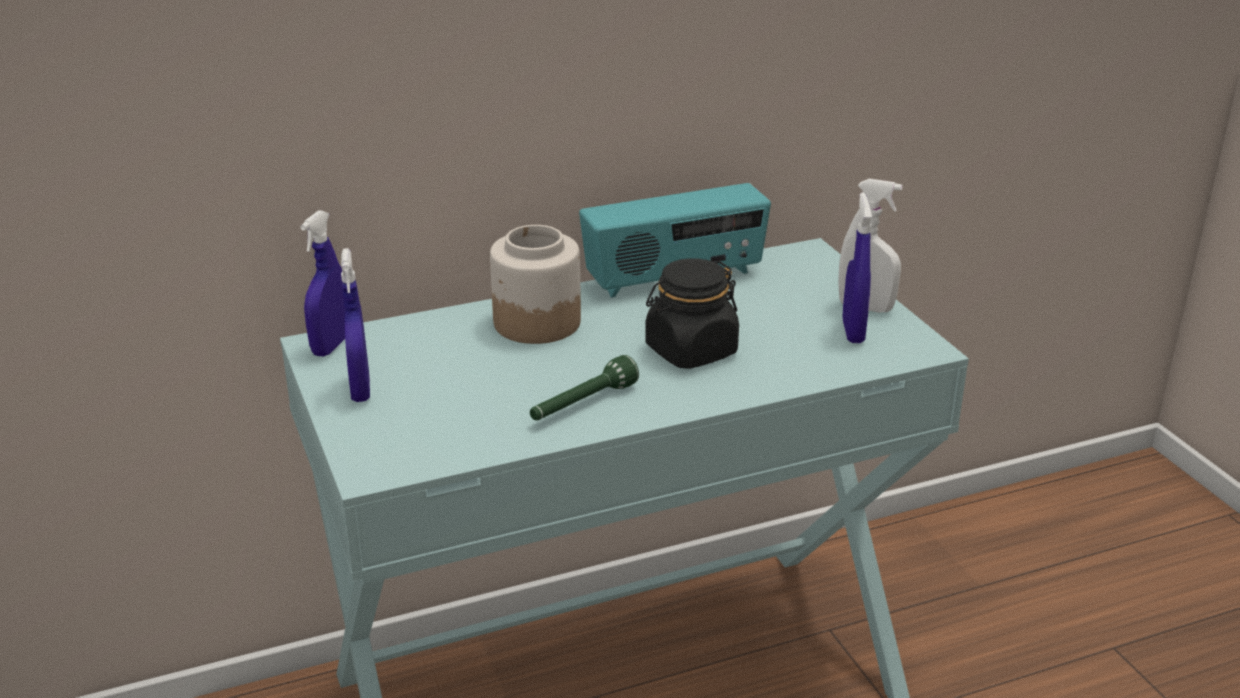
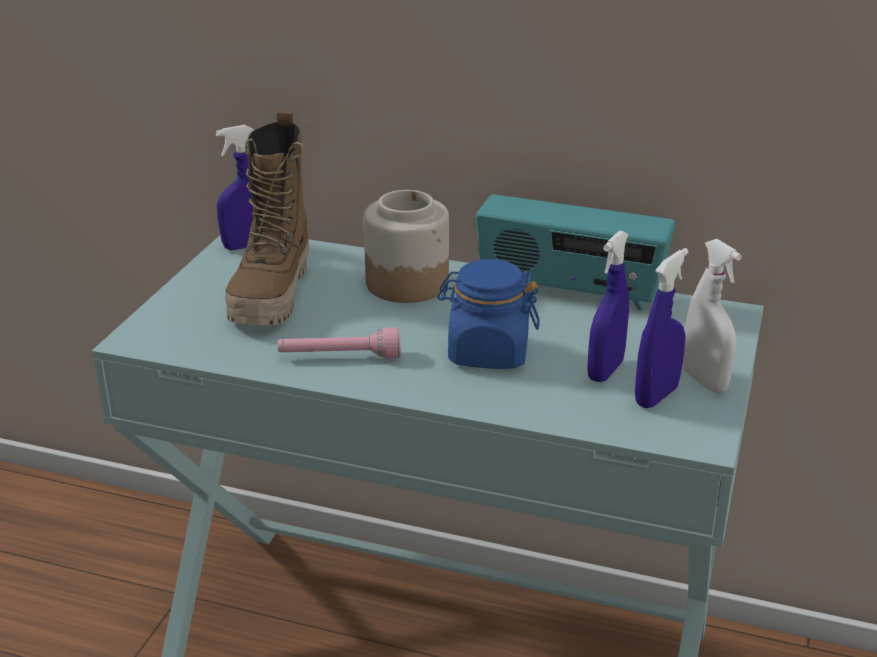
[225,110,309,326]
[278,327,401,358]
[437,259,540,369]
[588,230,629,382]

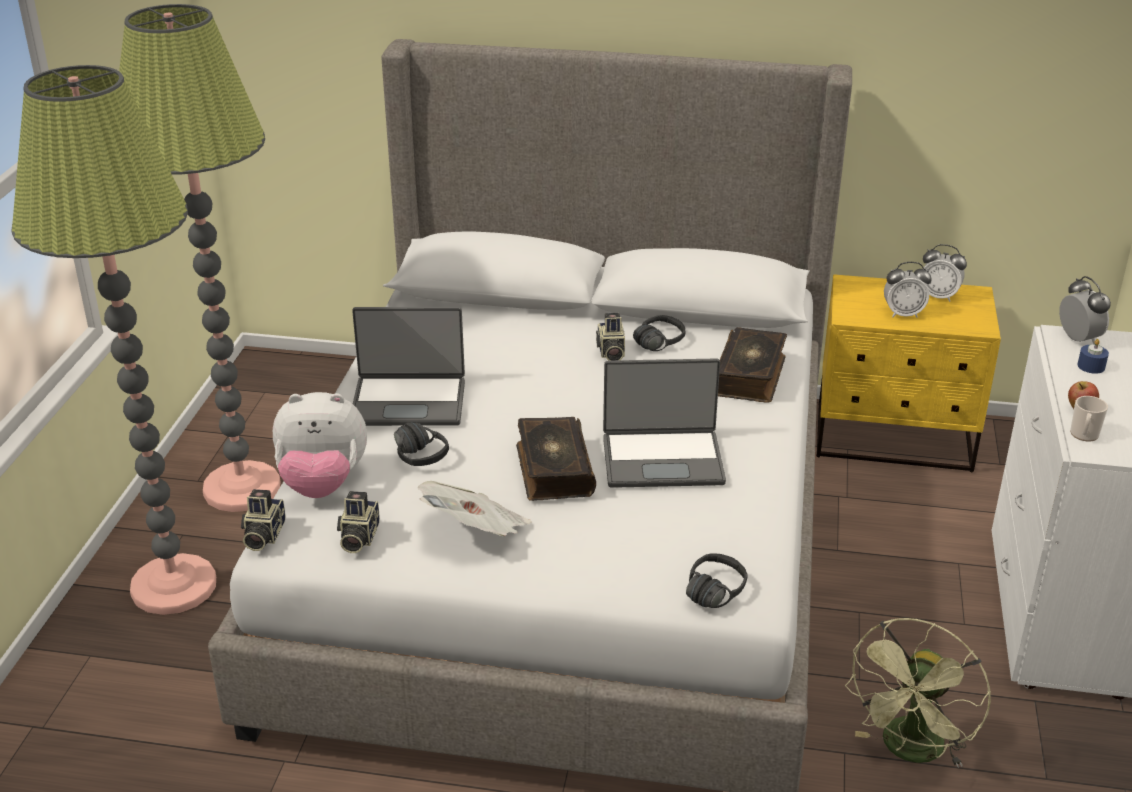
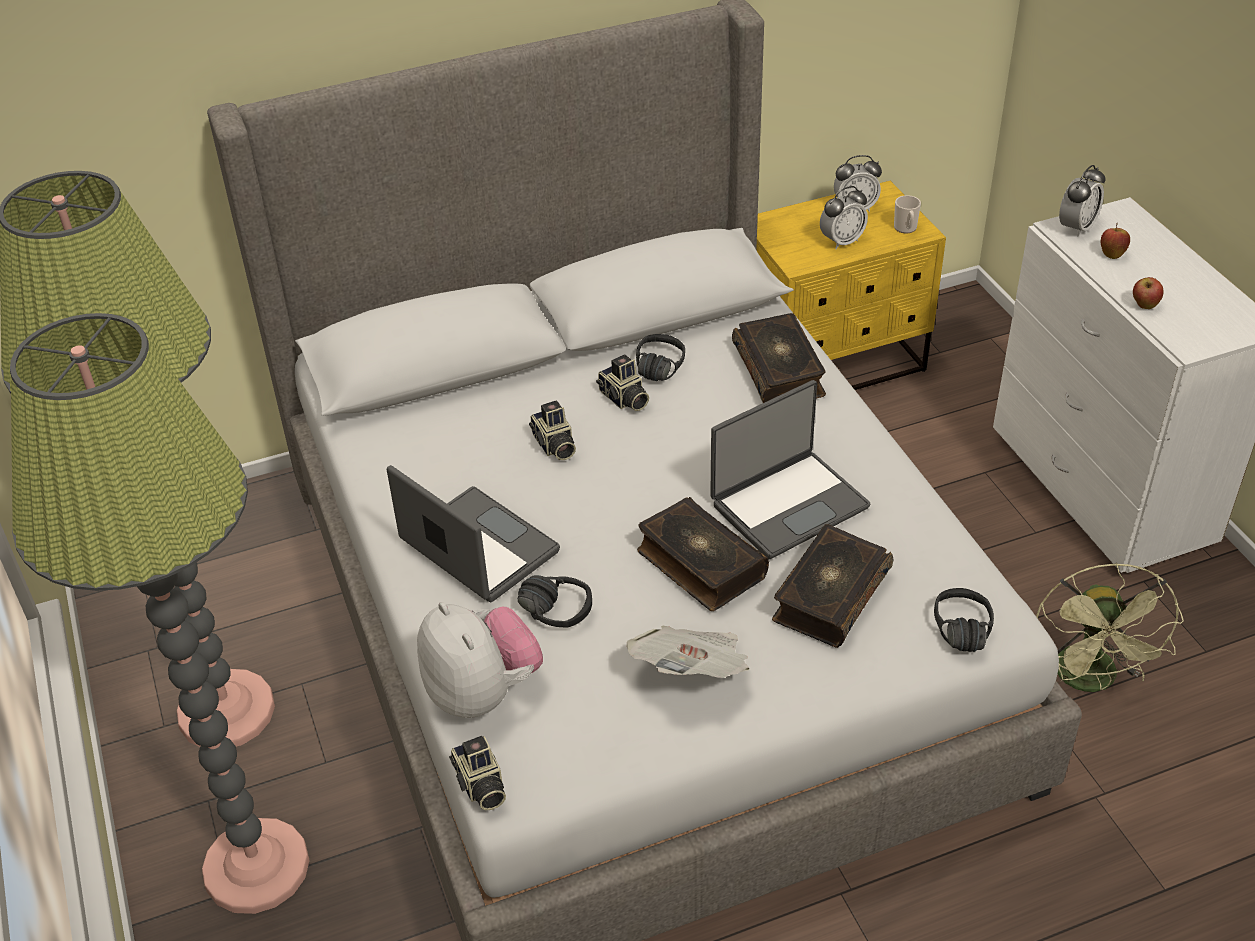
[387,465,560,602]
[417,602,543,718]
[529,400,576,460]
[772,524,893,648]
[894,195,921,233]
[1059,165,1105,237]
[1101,223,1130,259]

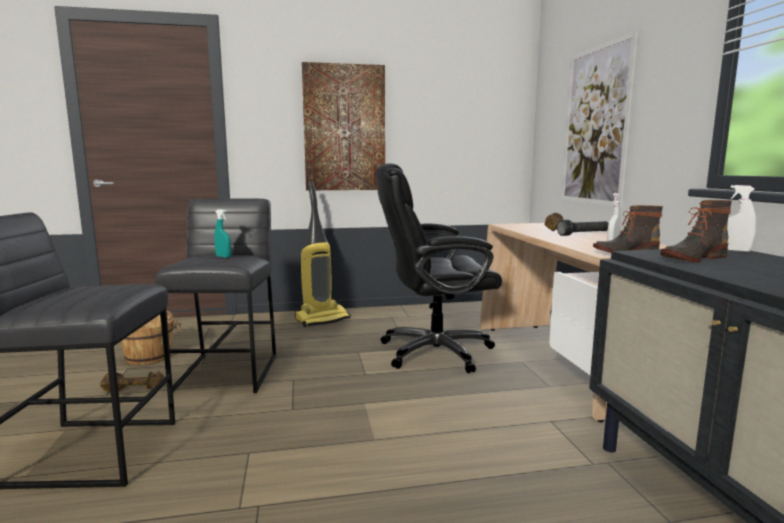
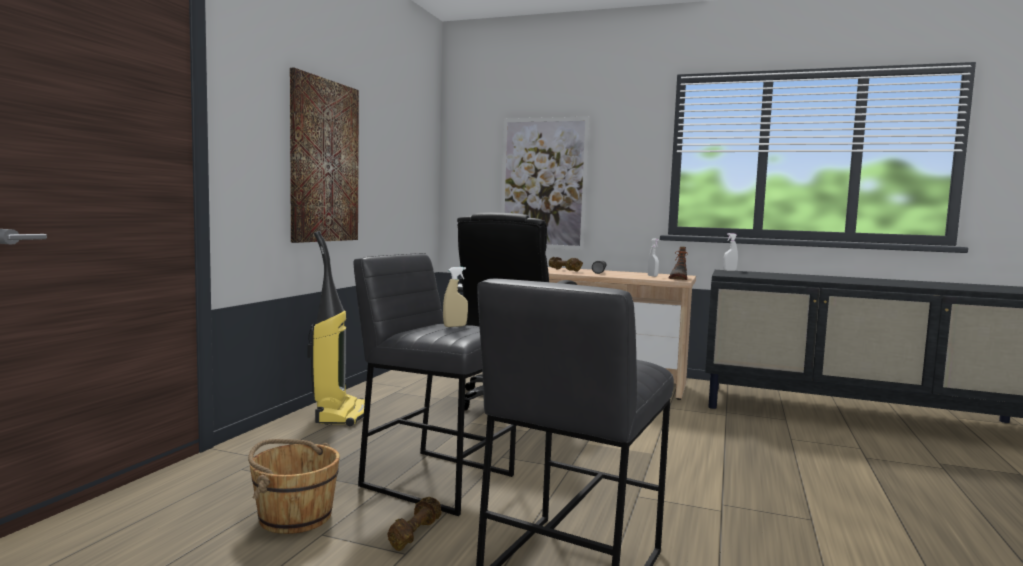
[443,267,468,327]
[661,200,732,263] (first image)

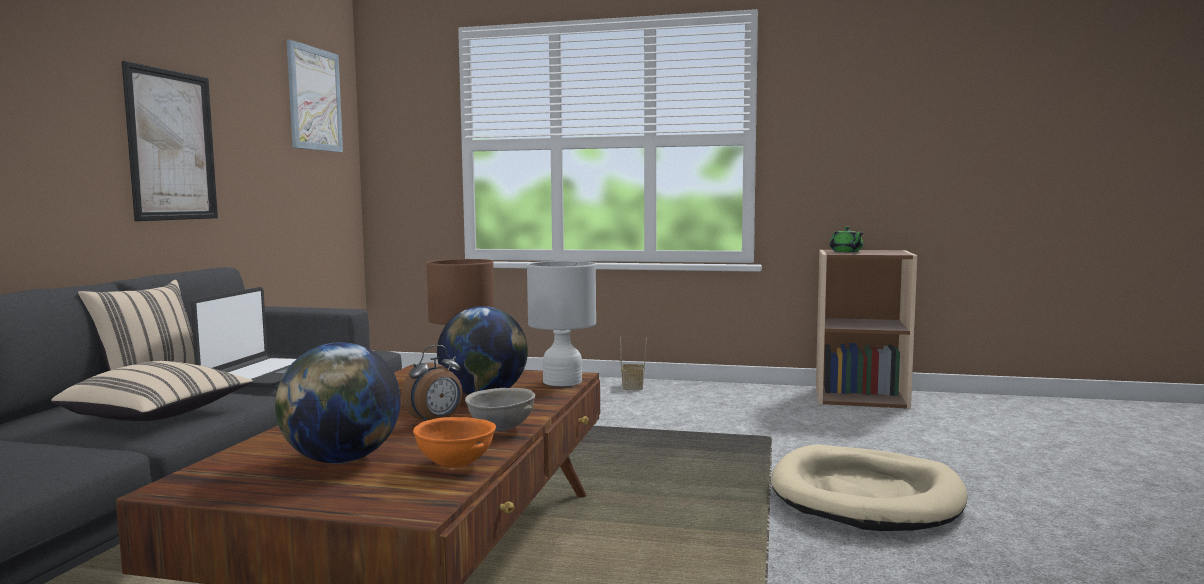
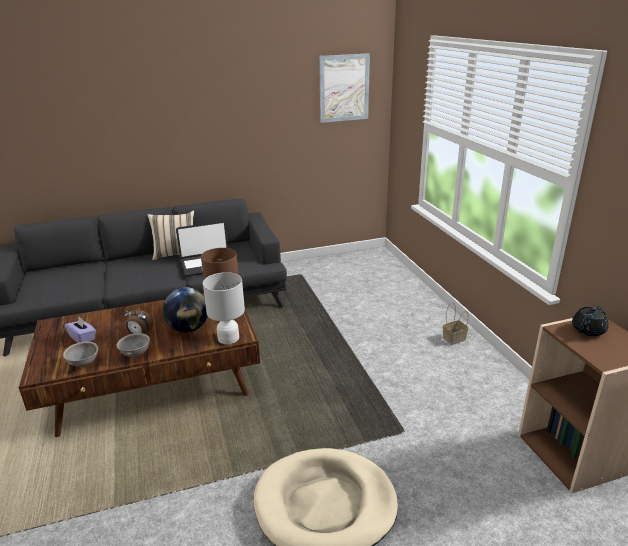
[63,341,98,367]
[65,317,96,343]
[572,306,609,336]
[51,361,253,421] (first image)
[122,61,218,221] (first image)

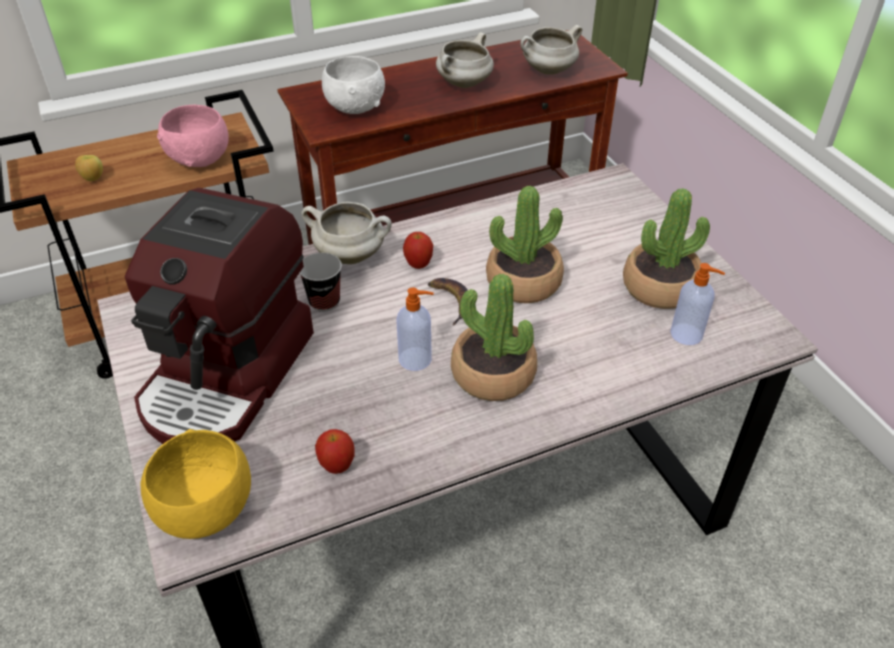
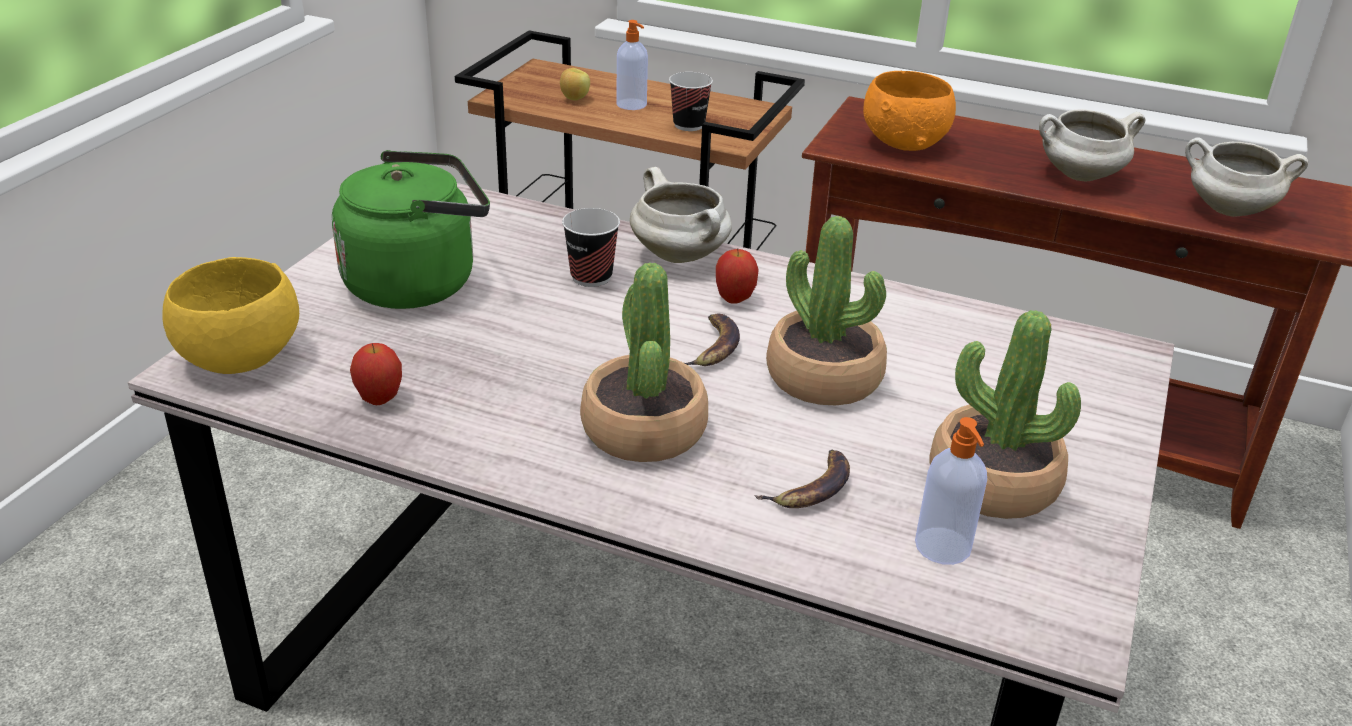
[332,150,490,309]
[616,20,648,110]
[669,72,713,131]
[754,450,850,508]
[863,71,956,151]

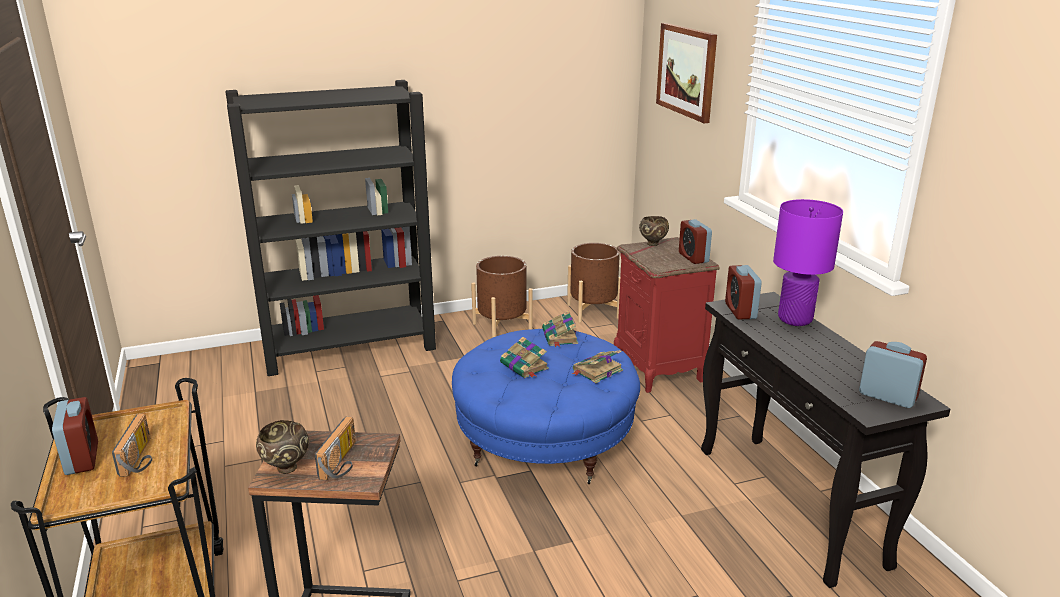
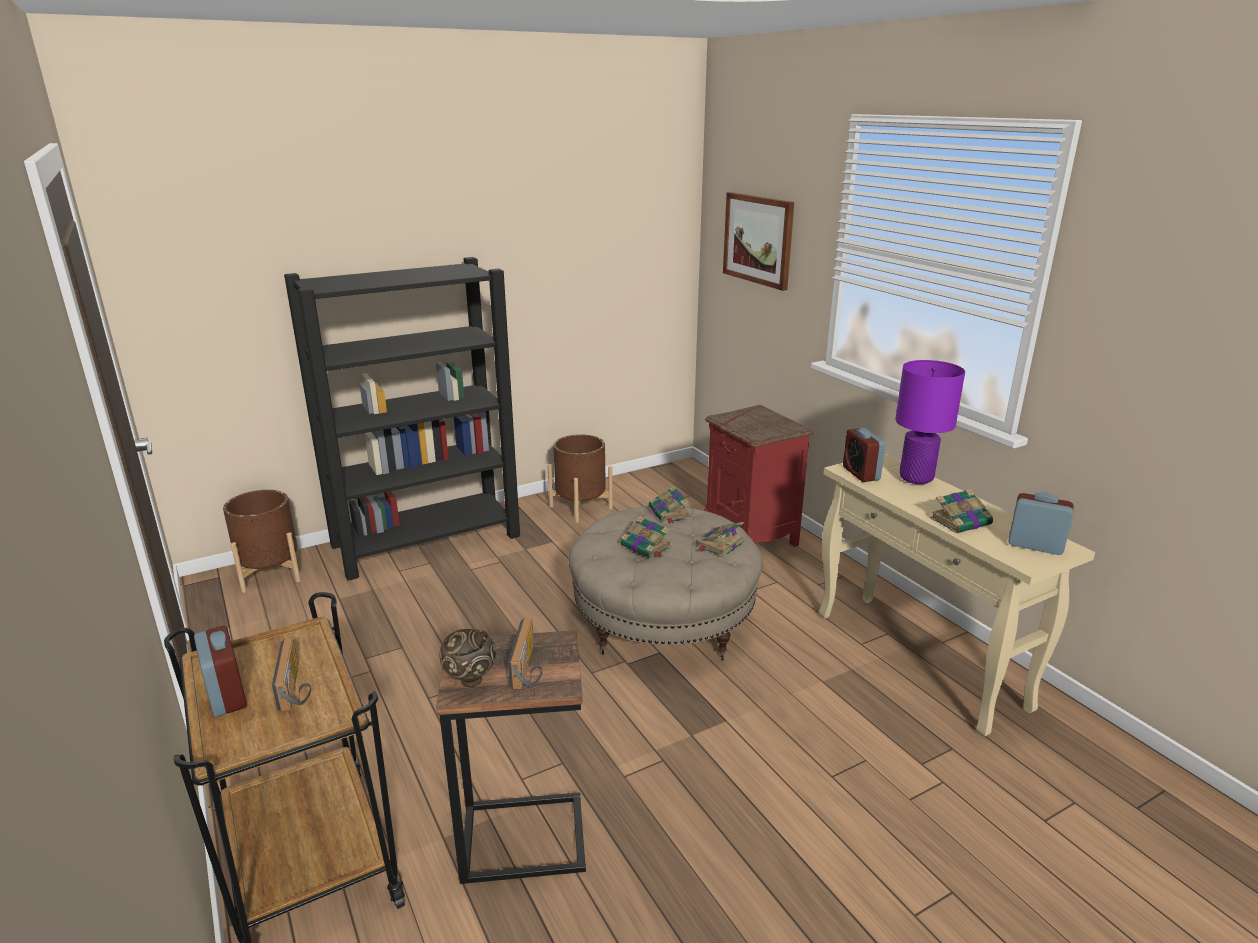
[223,490,301,593]
[569,506,763,660]
[819,453,1095,737]
[930,489,993,534]
[639,216,669,246] (first image)
[679,219,712,264] (first image)

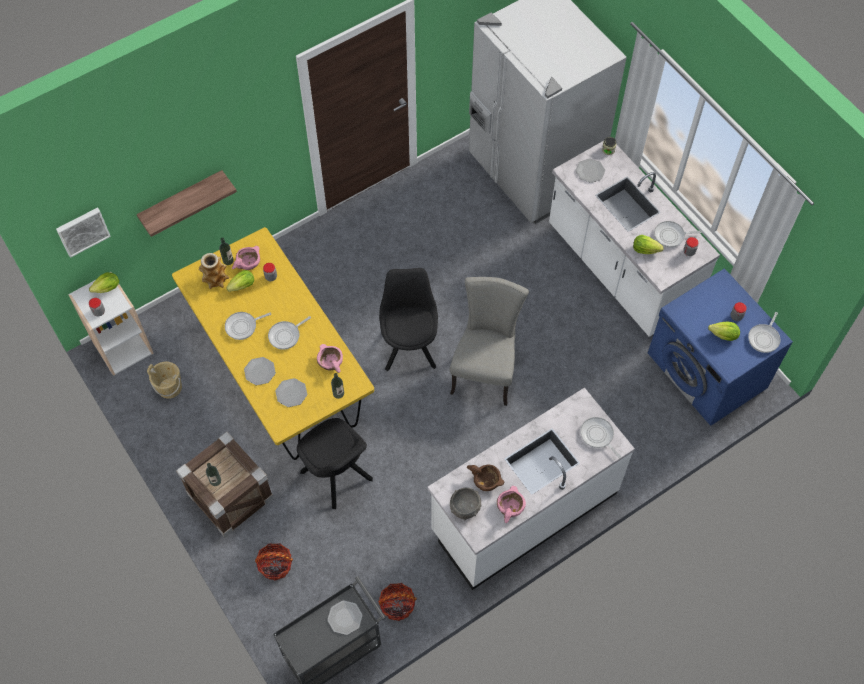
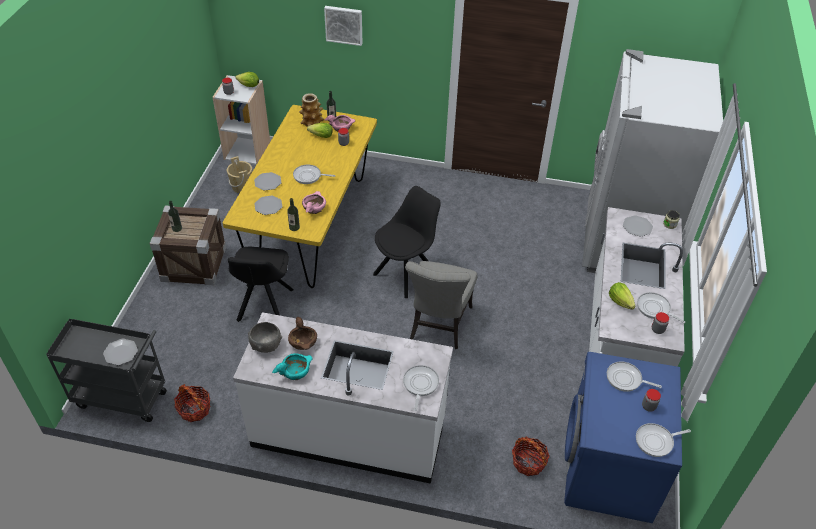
[272,353,313,380]
[324,6,363,46]
[405,261,478,349]
[512,437,550,476]
[607,361,662,392]
[137,170,237,237] (first image)
[708,321,740,341] (first image)

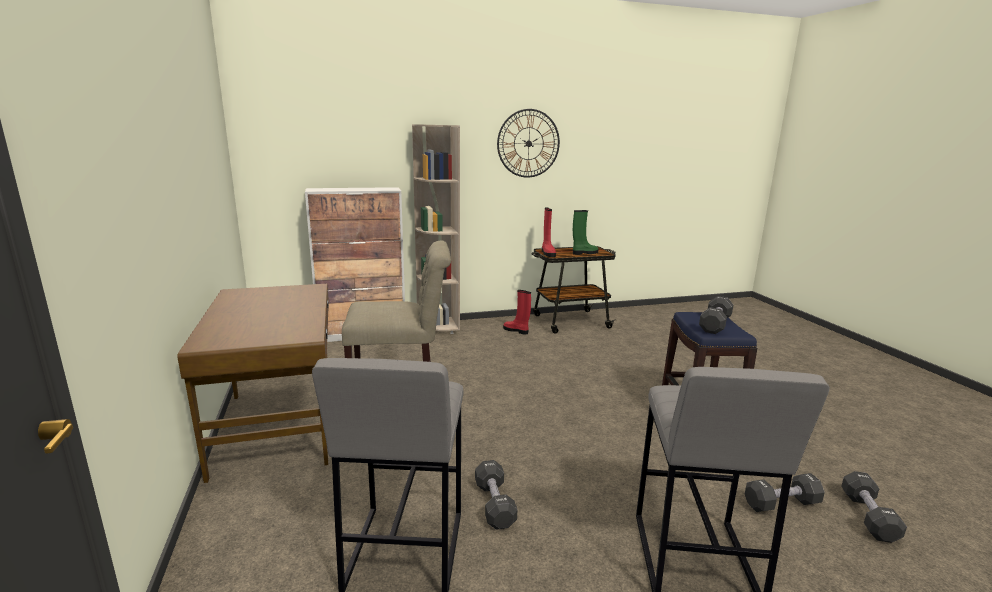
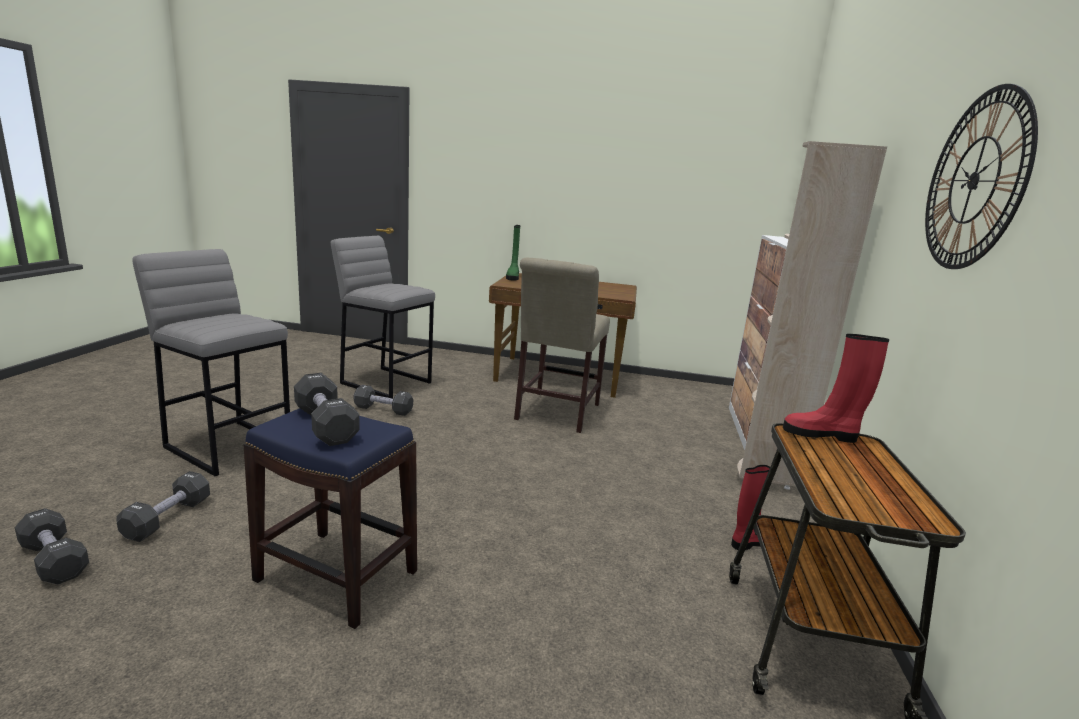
[506,225,520,281]

